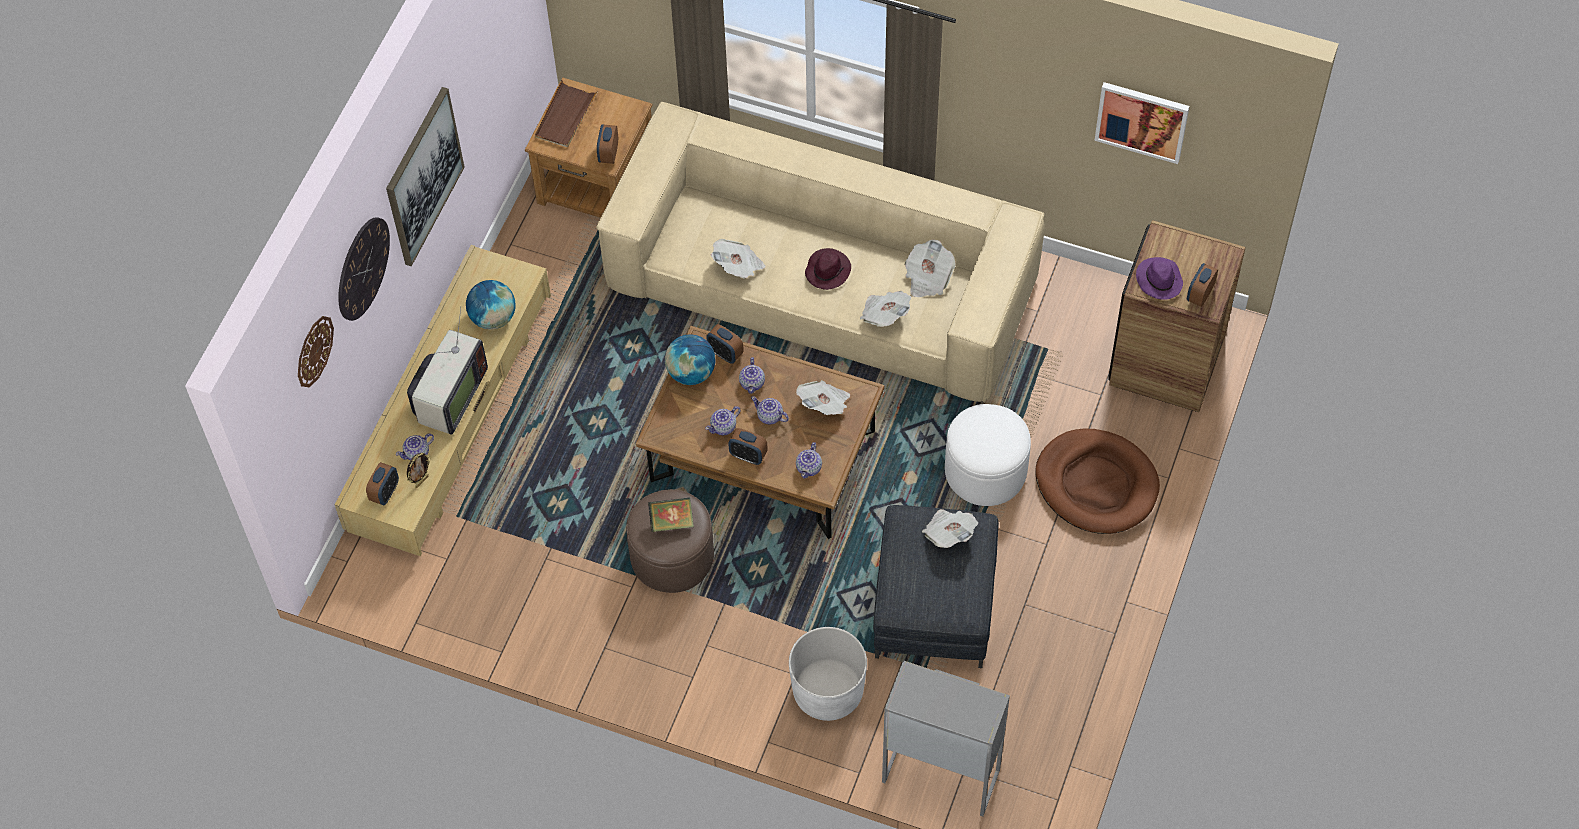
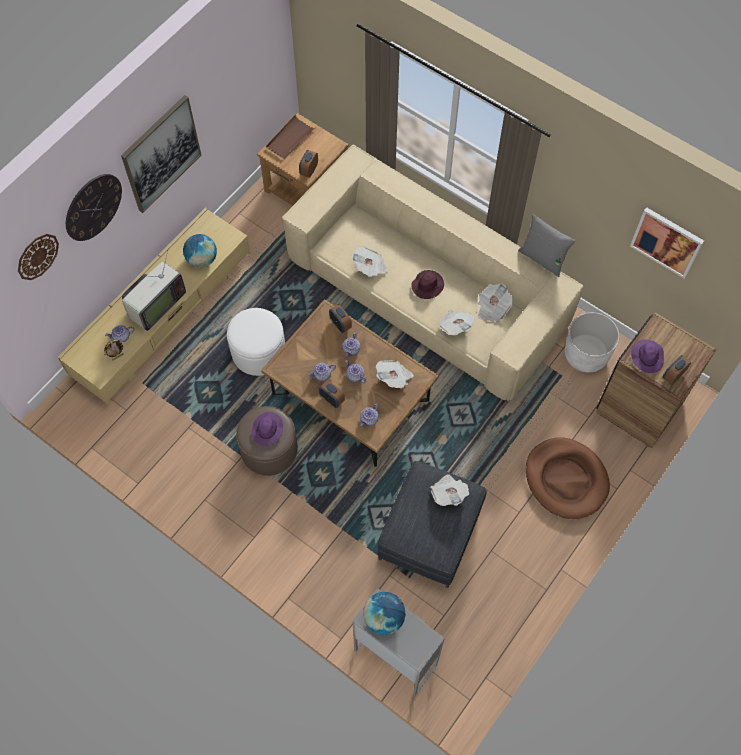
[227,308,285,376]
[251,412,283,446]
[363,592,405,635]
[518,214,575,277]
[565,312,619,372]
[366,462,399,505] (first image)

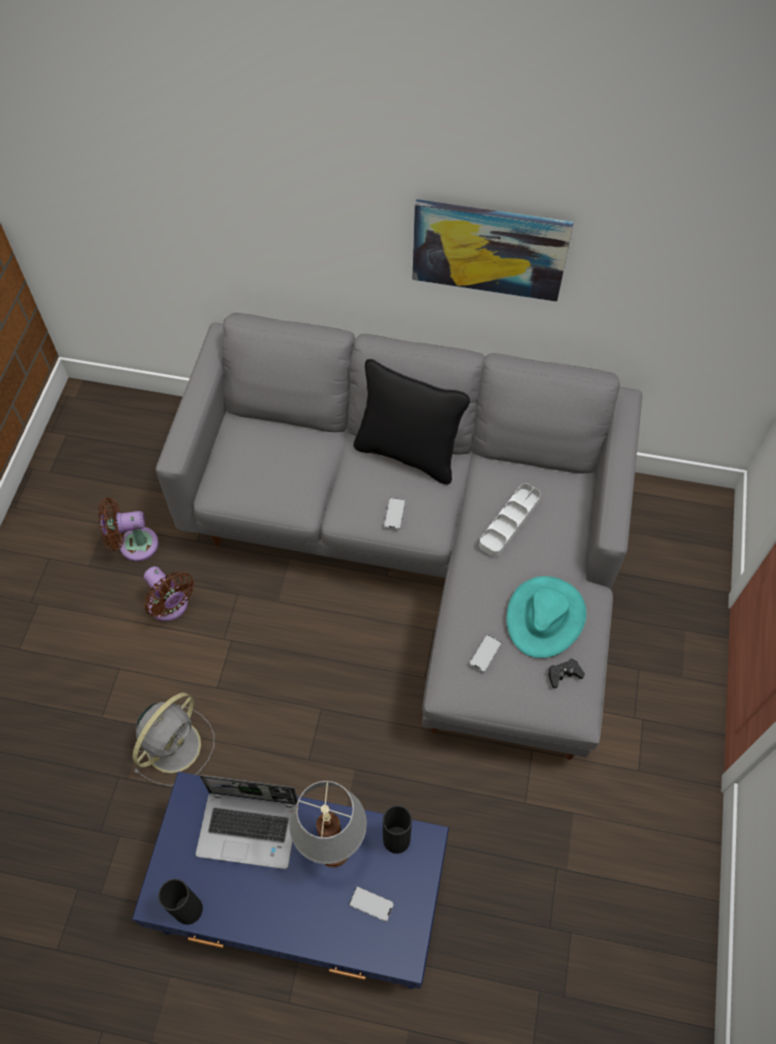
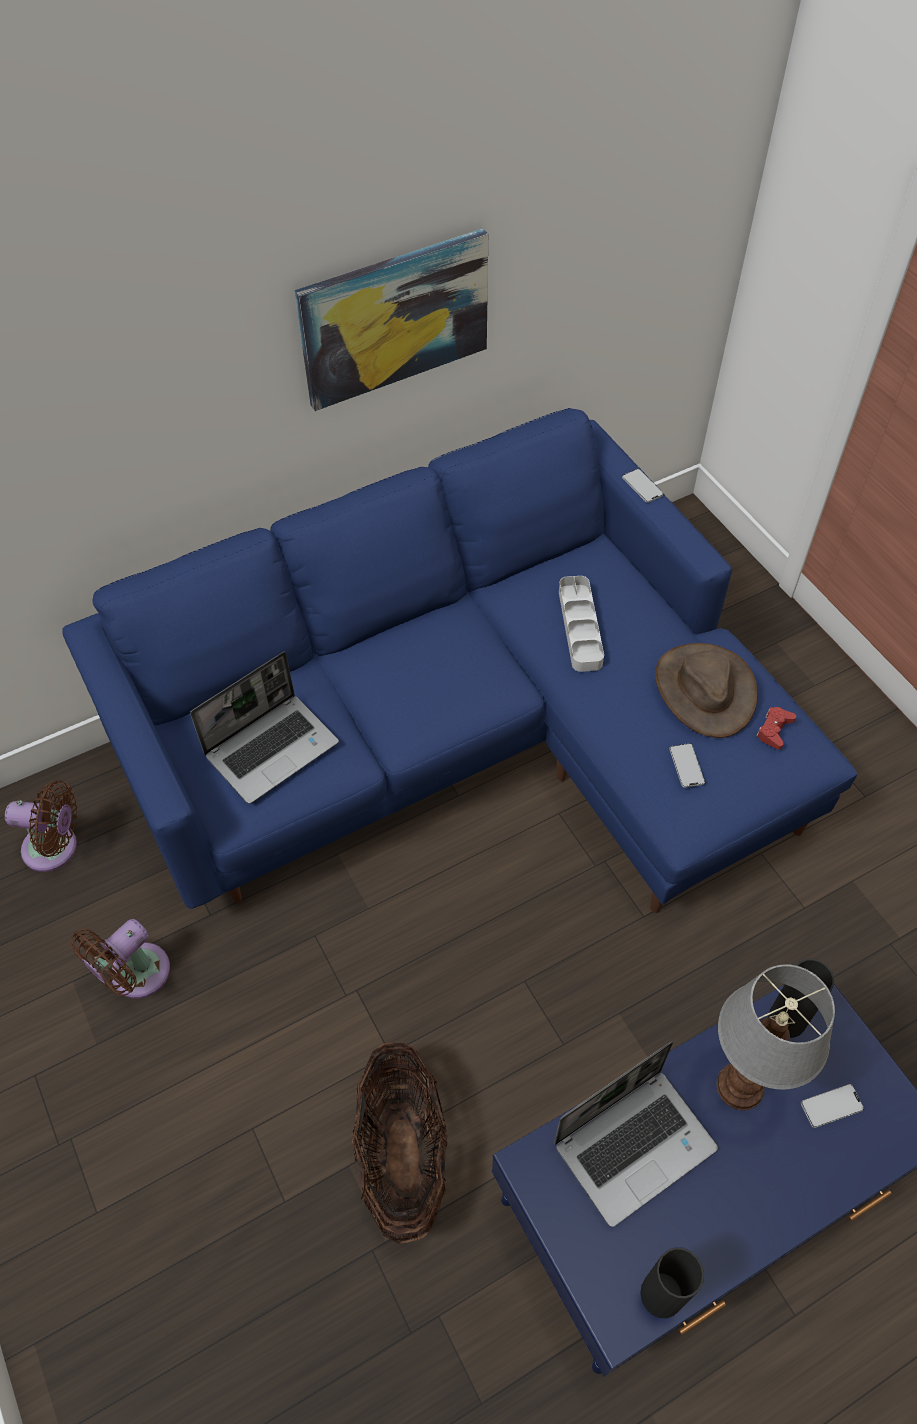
[5,780,77,872]
[62,408,857,913]
[190,651,339,804]
[352,1042,448,1244]
[622,469,663,503]
[655,643,758,738]
[756,707,796,750]
[354,359,470,485] (first image)

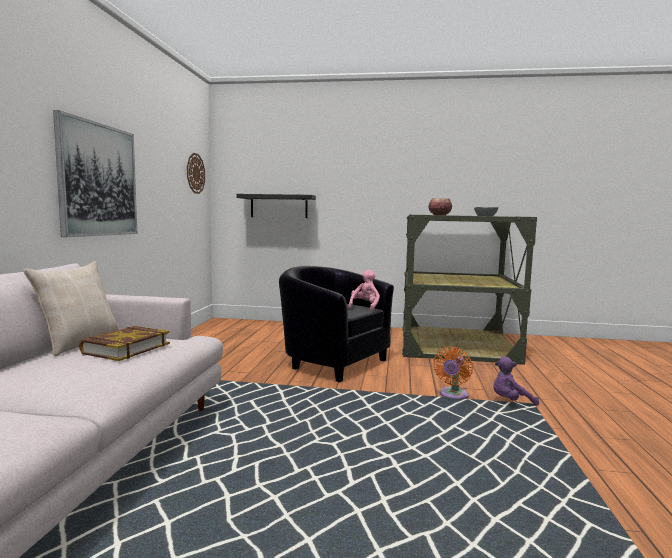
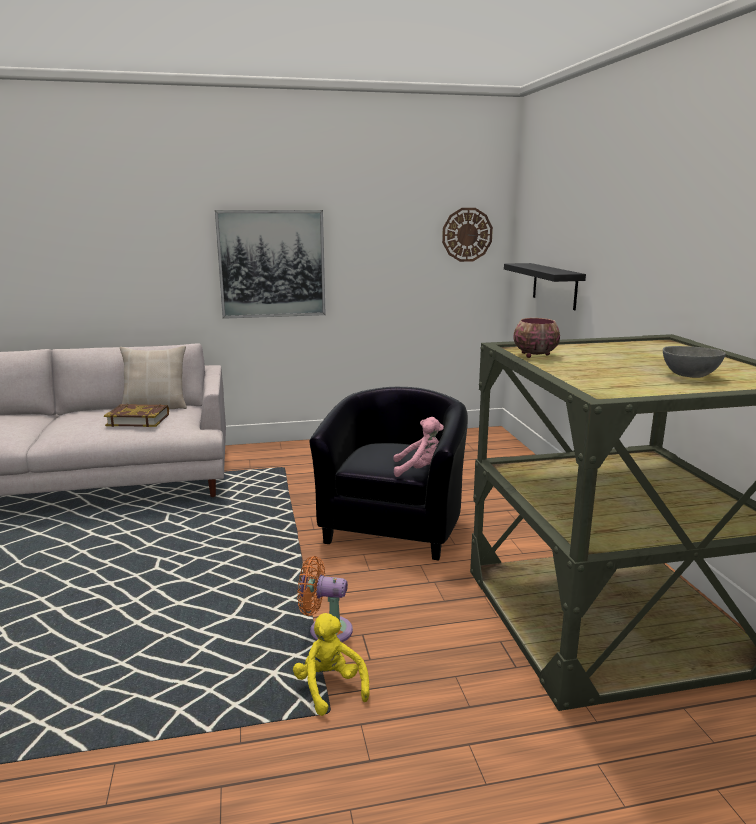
[293,613,370,716]

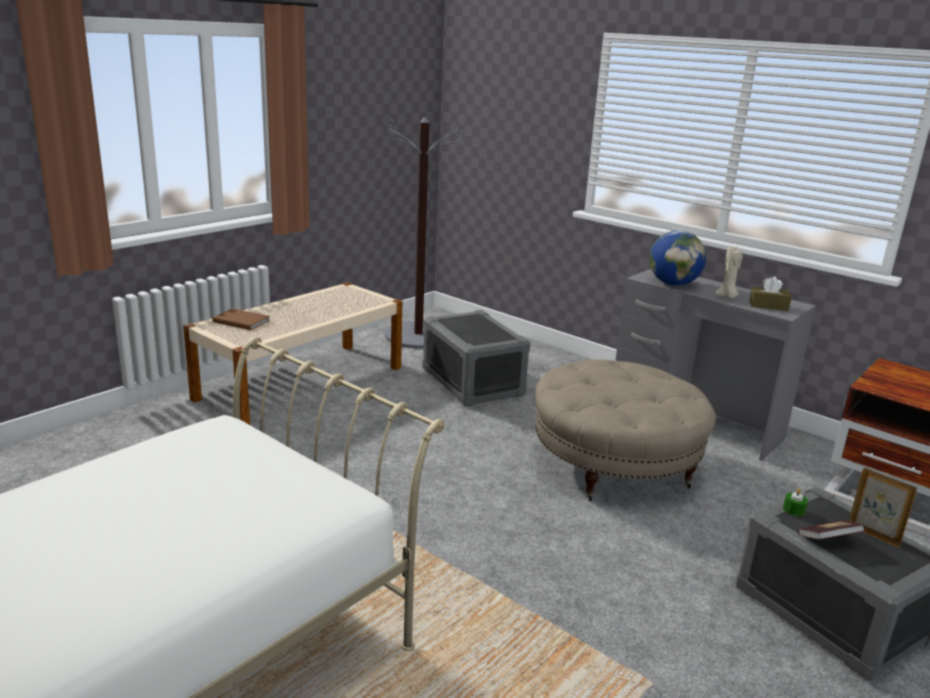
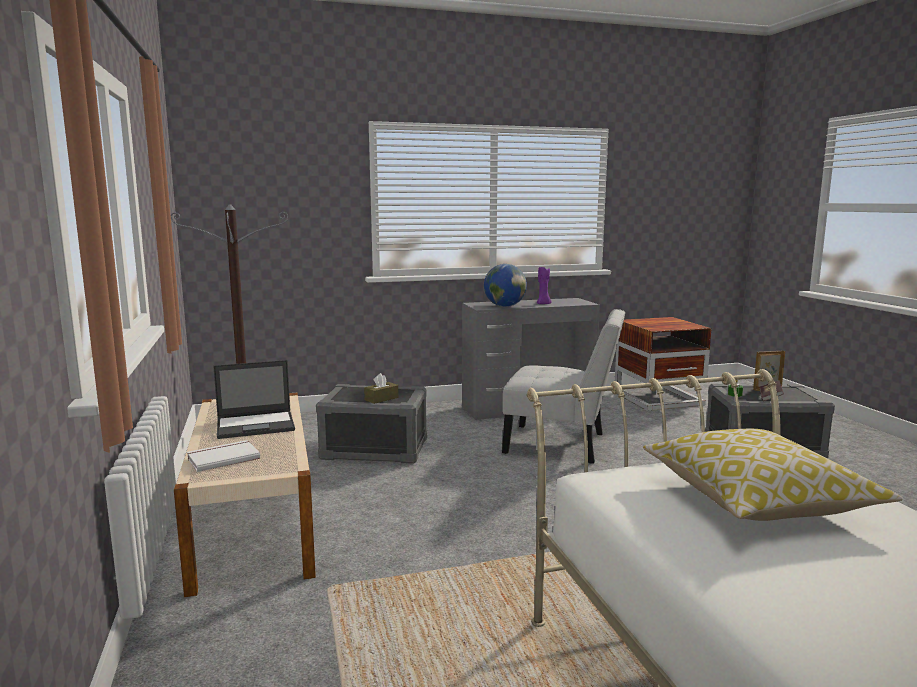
[187,440,260,472]
[213,360,295,439]
[364,373,398,404]
[502,309,625,464]
[537,267,551,304]
[643,429,903,521]

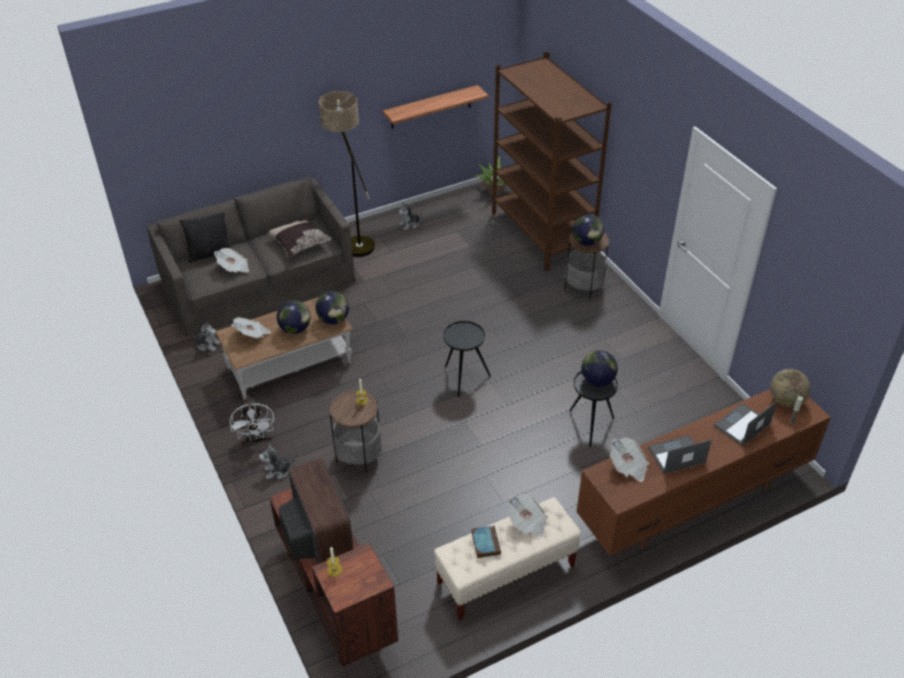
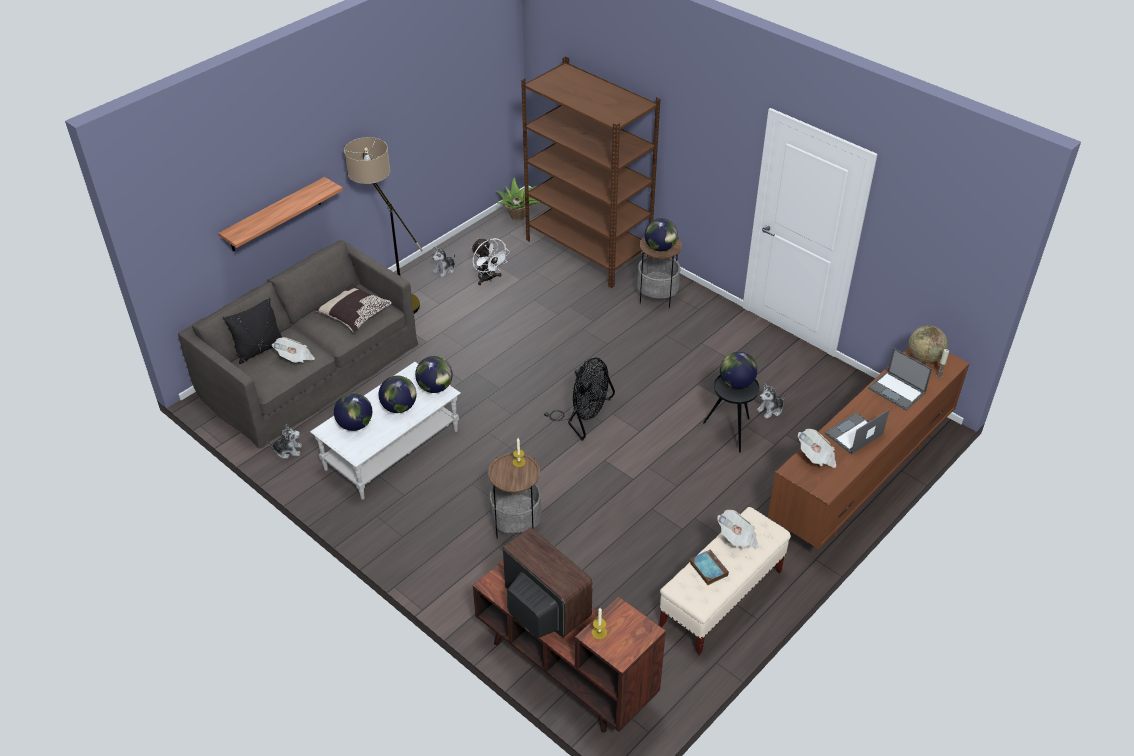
[218,177,343,252]
[310,362,460,500]
[334,393,372,431]
[471,238,510,285]
[544,358,615,441]
[757,383,786,419]
[868,348,932,410]

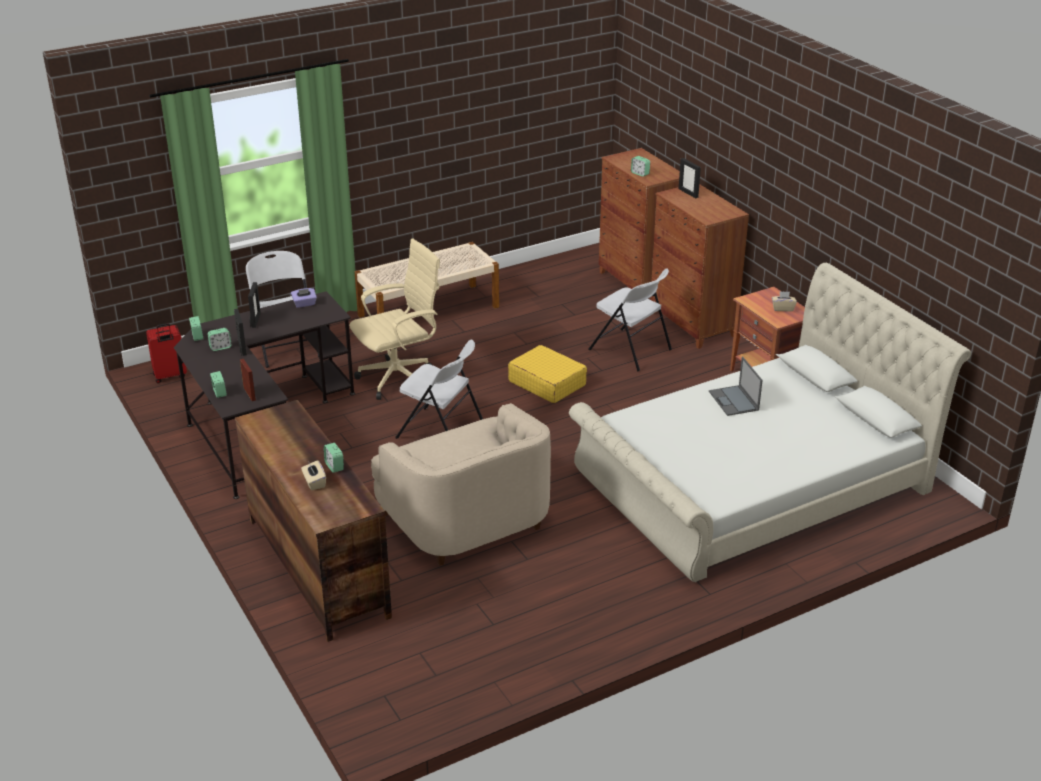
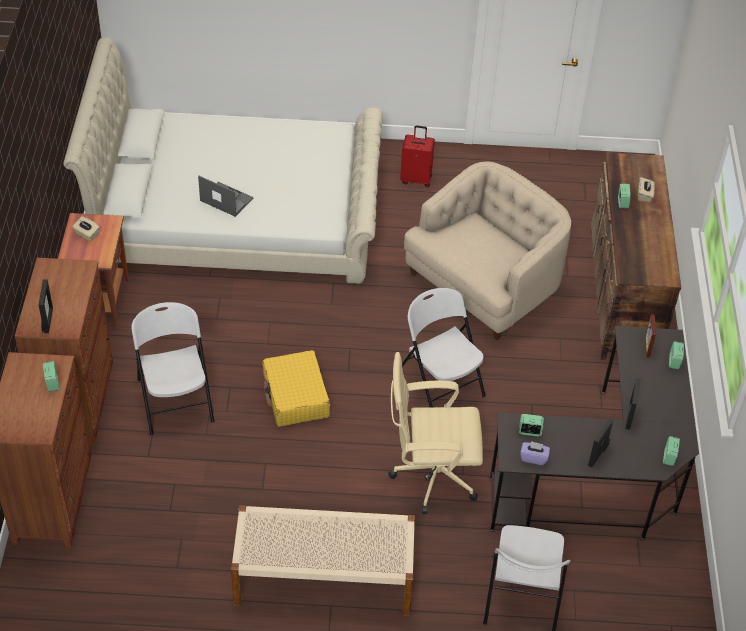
[198,176,254,217]
[400,125,435,187]
[404,161,571,340]
[519,414,544,437]

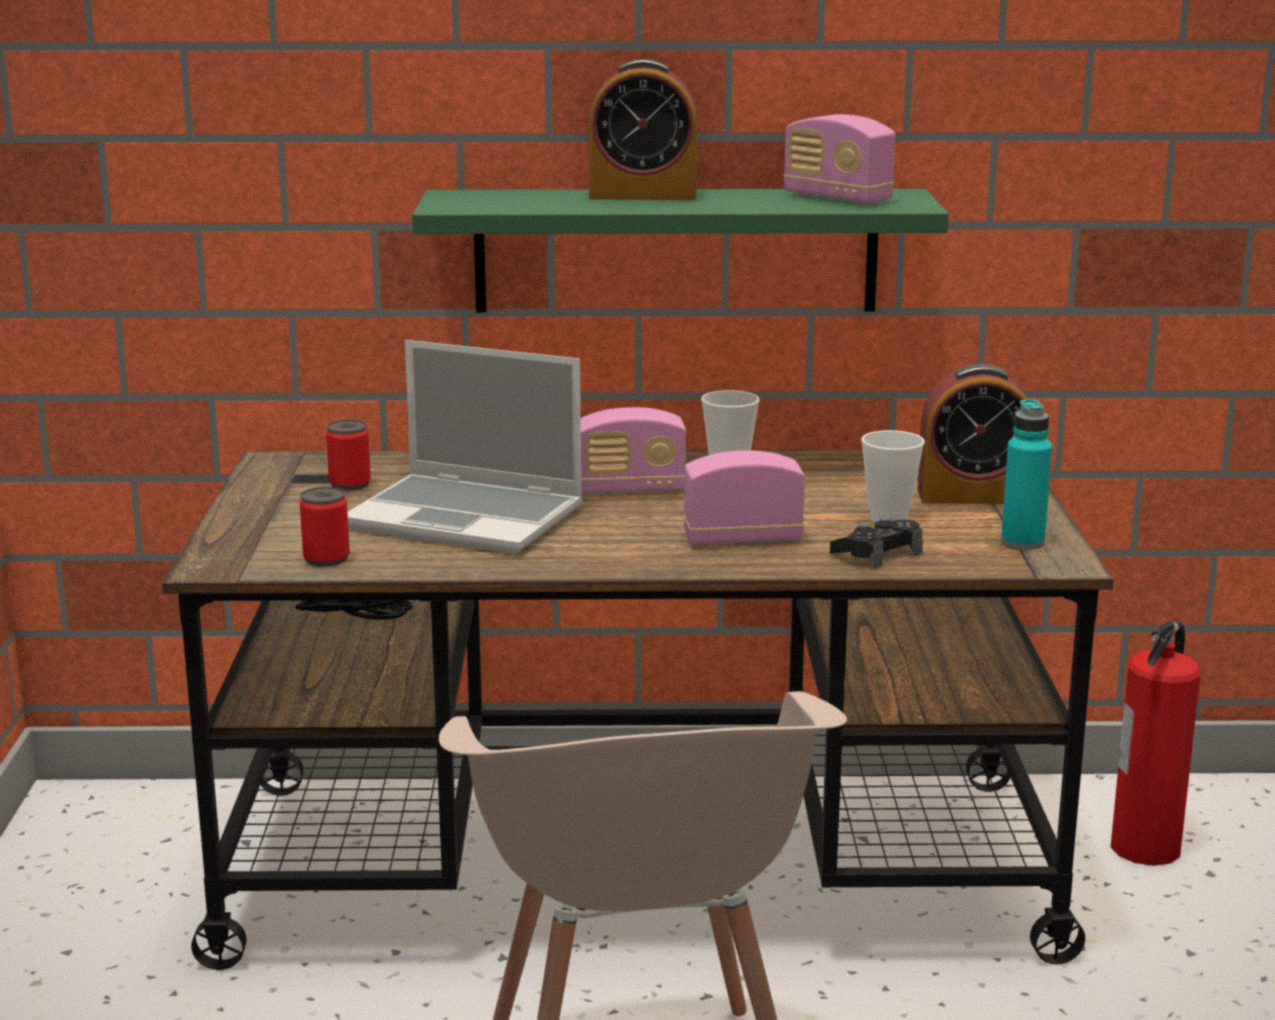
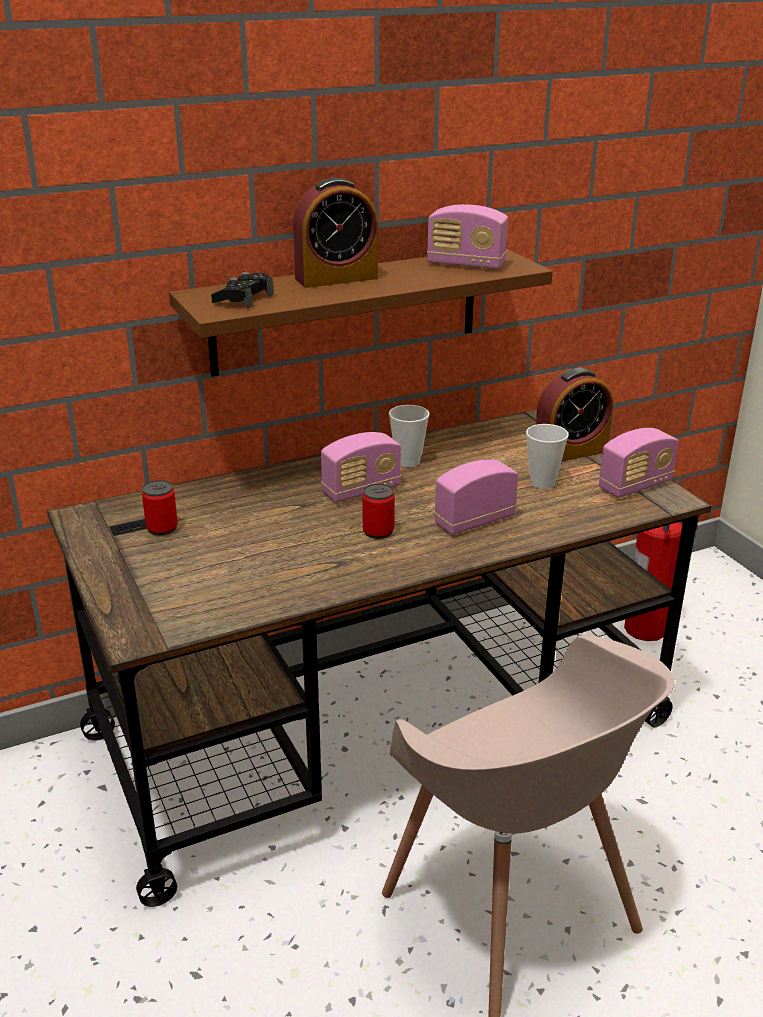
[169,249,553,377]
[211,272,274,308]
[362,483,395,539]
[599,428,679,498]
[347,340,583,554] (first image)

